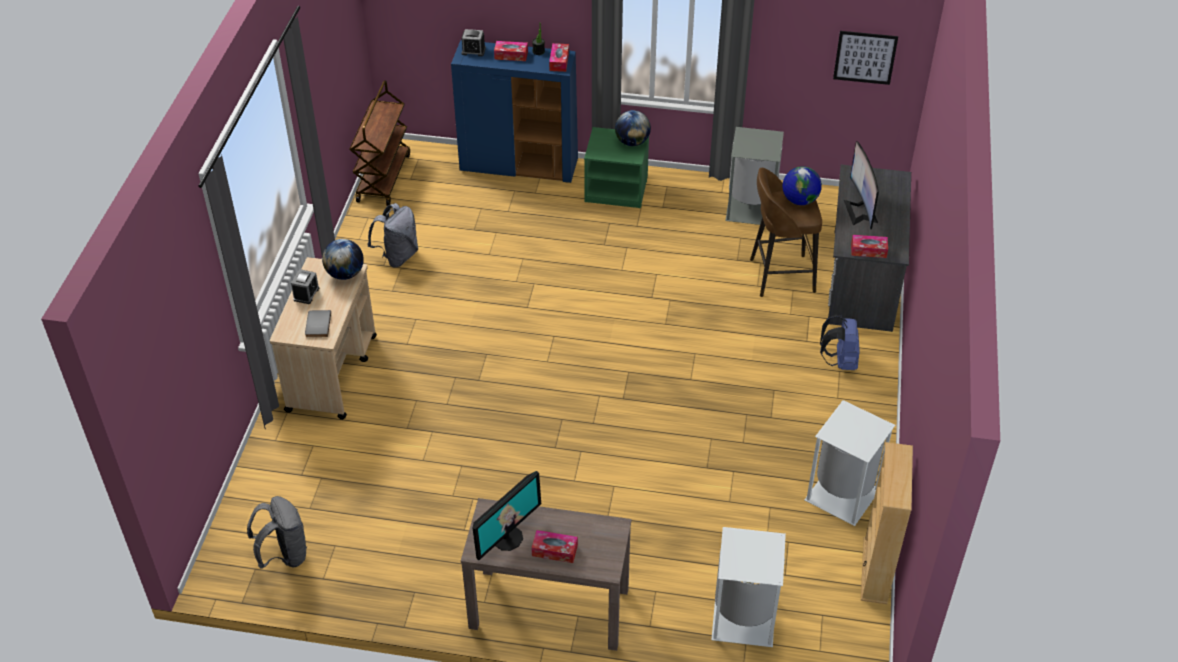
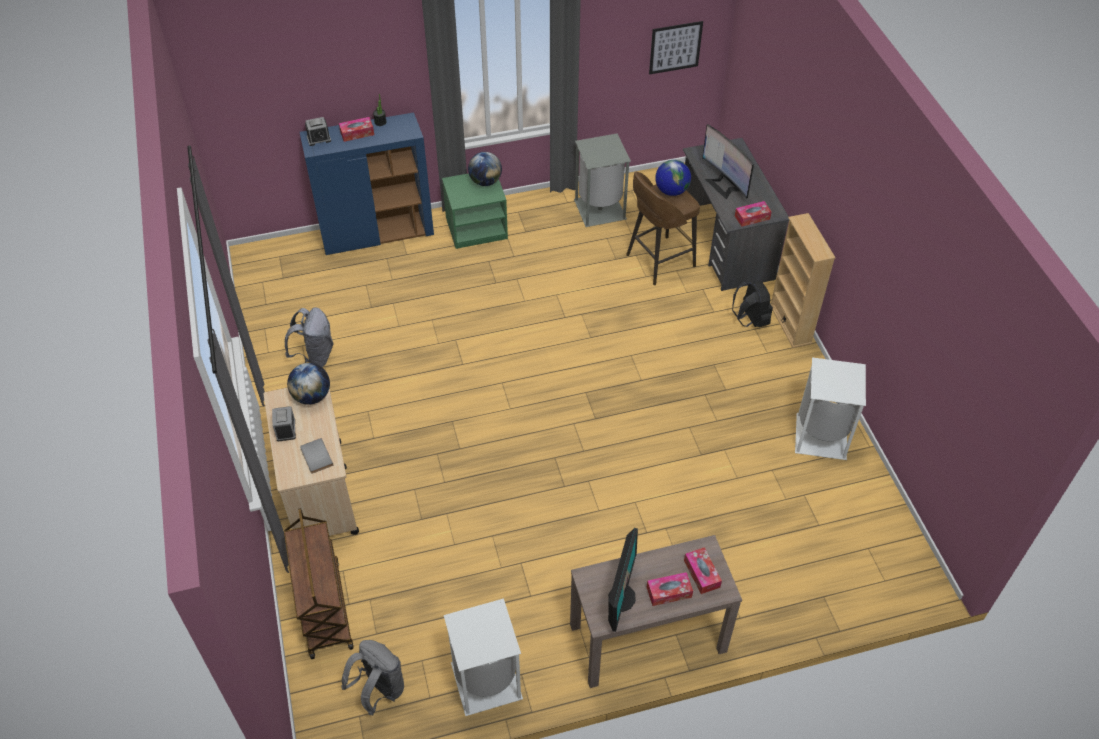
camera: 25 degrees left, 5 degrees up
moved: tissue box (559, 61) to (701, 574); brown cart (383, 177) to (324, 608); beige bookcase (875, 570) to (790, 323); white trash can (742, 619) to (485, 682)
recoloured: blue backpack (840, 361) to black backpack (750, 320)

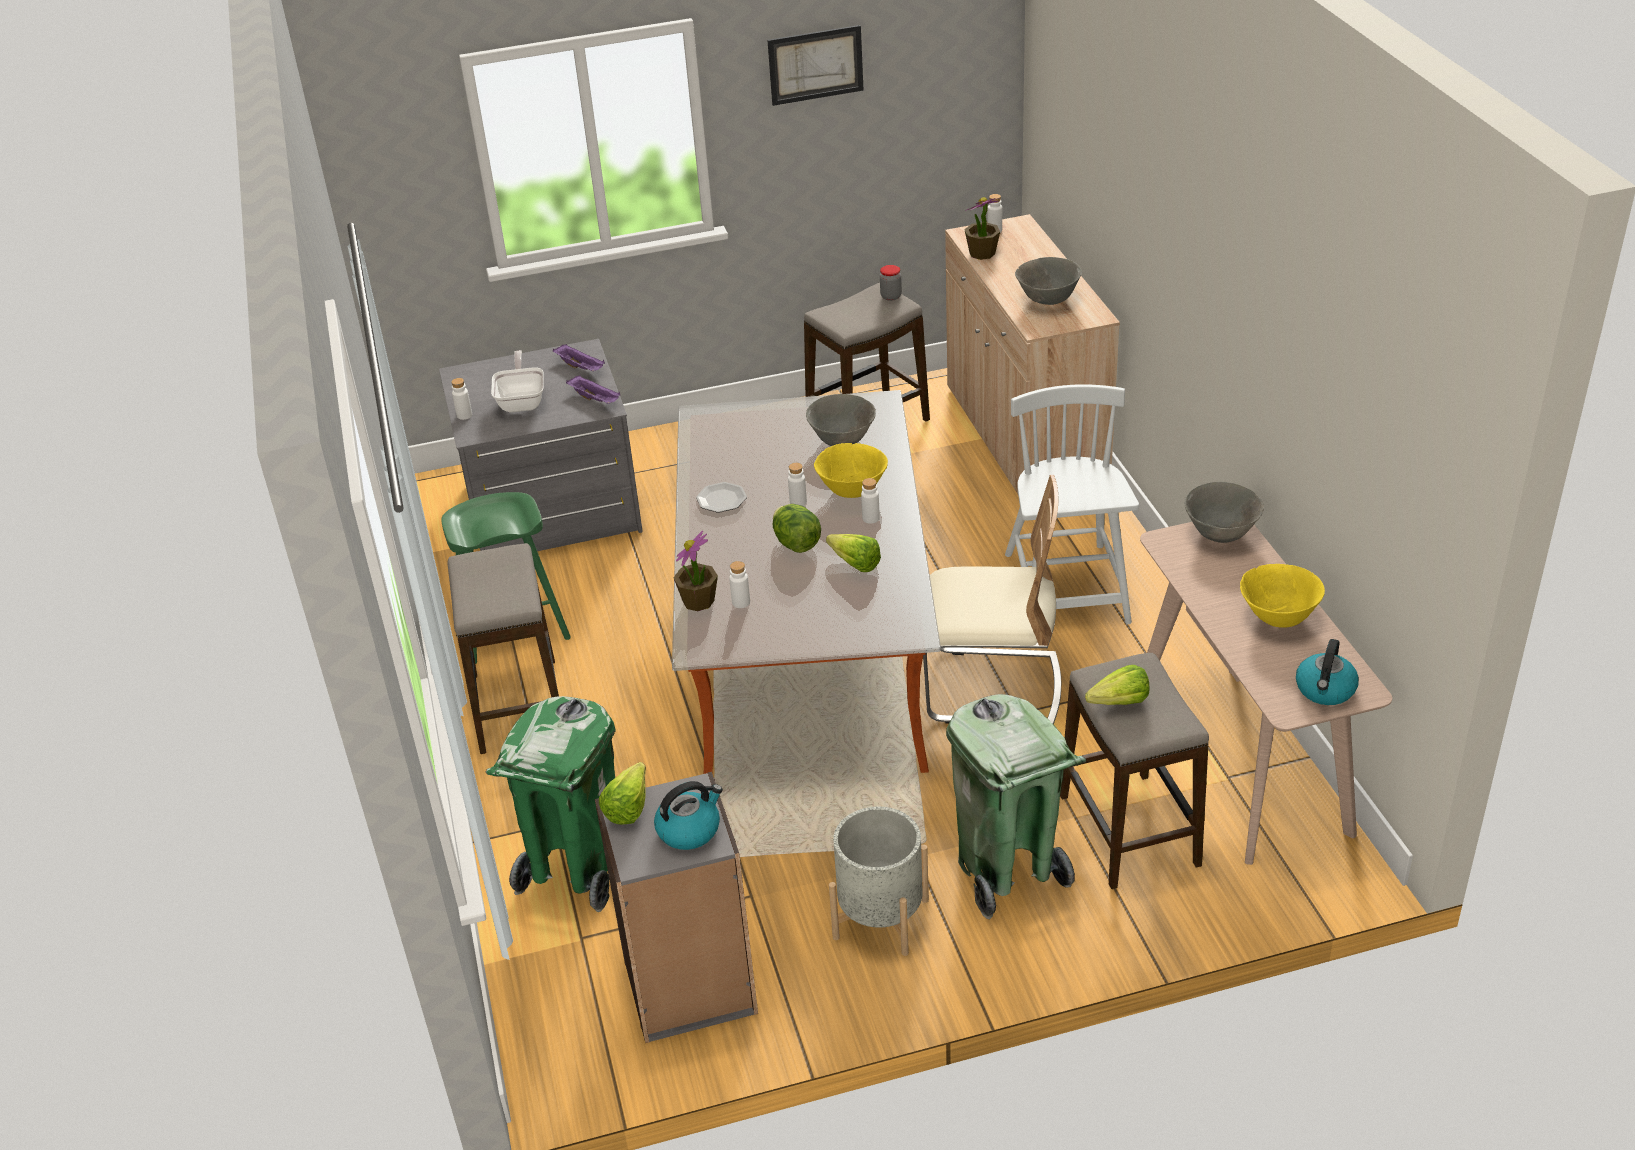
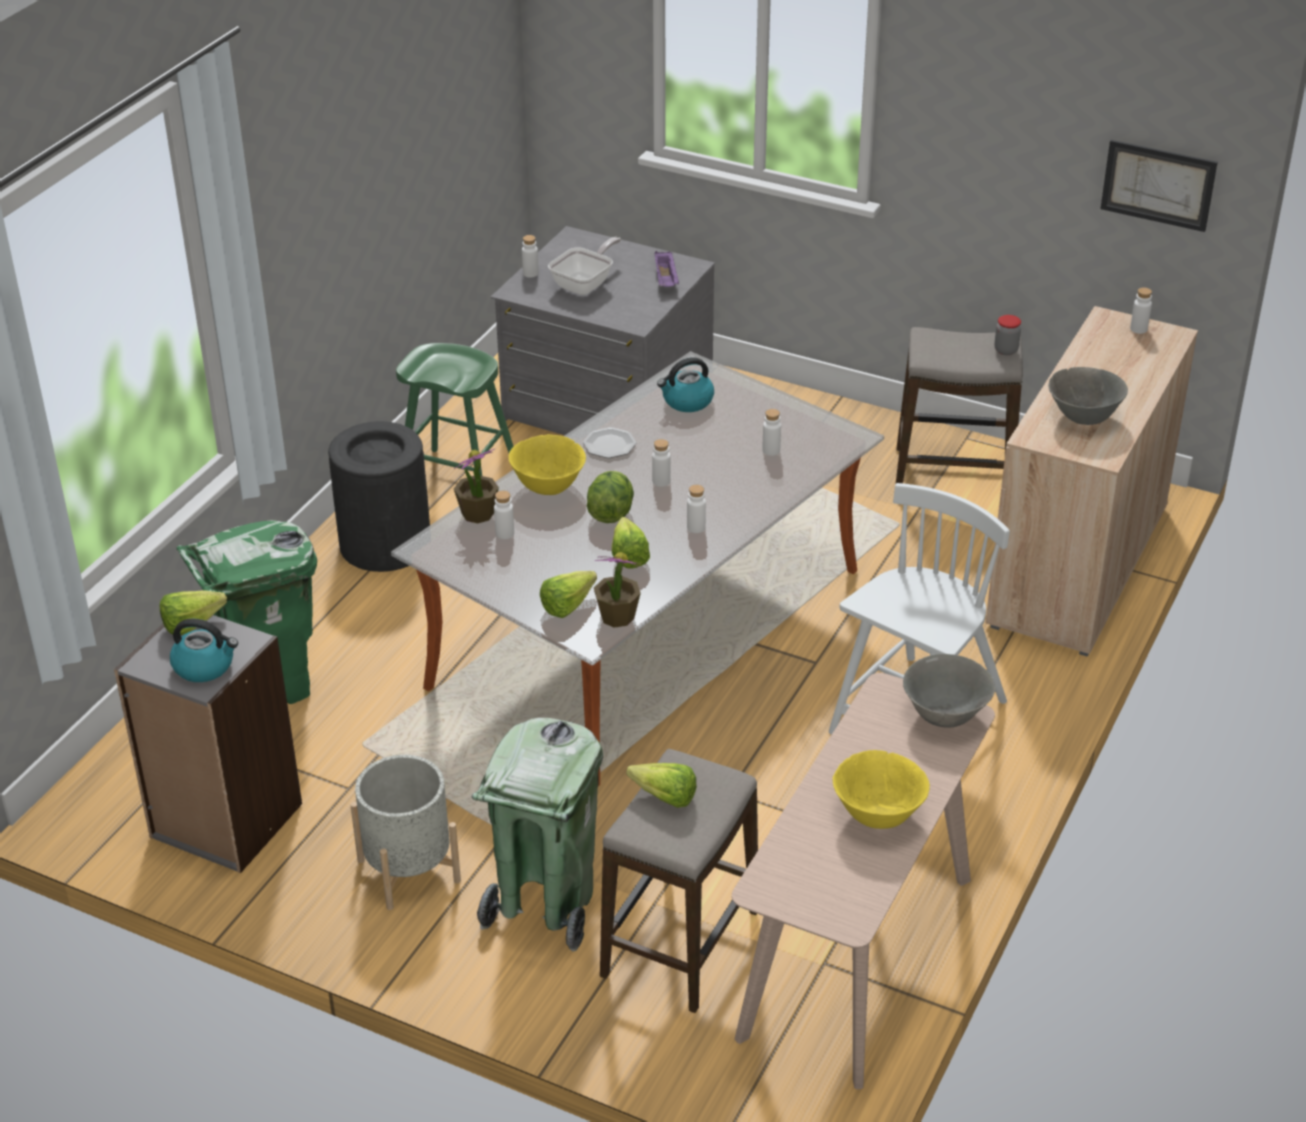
camera: 40 degrees right, 0 degrees up
removed: purple tray (595, 399); beige chair (992, 688)
added: lettuce (572, 604)
moved: picture (815, 64) to (1158, 185); potted plant (982, 253) to (617, 616); yellow bowl (852, 490) to (548, 486); kettle (1325, 690) to (687, 401)
replaced: grey bowl (842, 440) to white bottle (771, 450); stool (518, 706) to black trash can (385, 543)

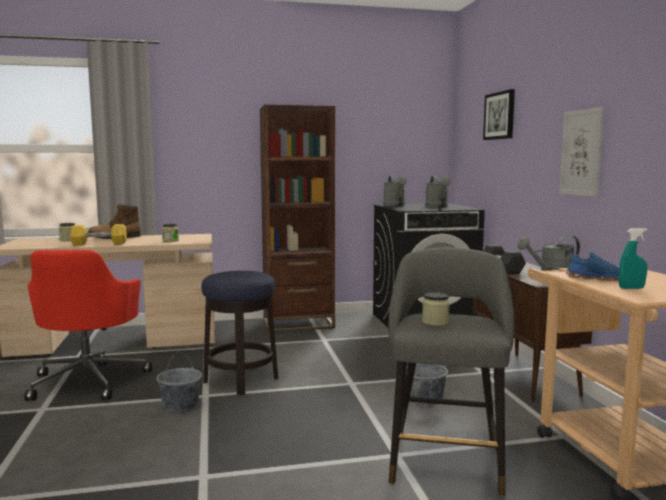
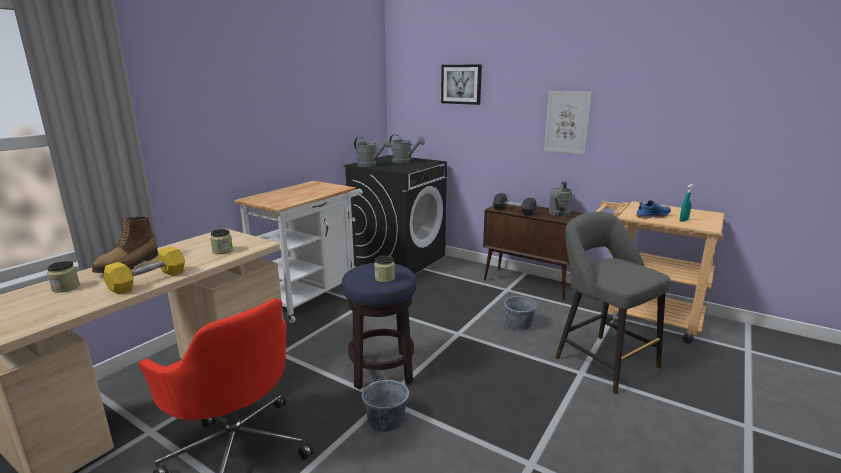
camera: 45 degrees left, 10 degrees up
moved: jar (435, 322) to (384, 278)
replaced: brown bookcase (298, 324) to white cart (311, 295)

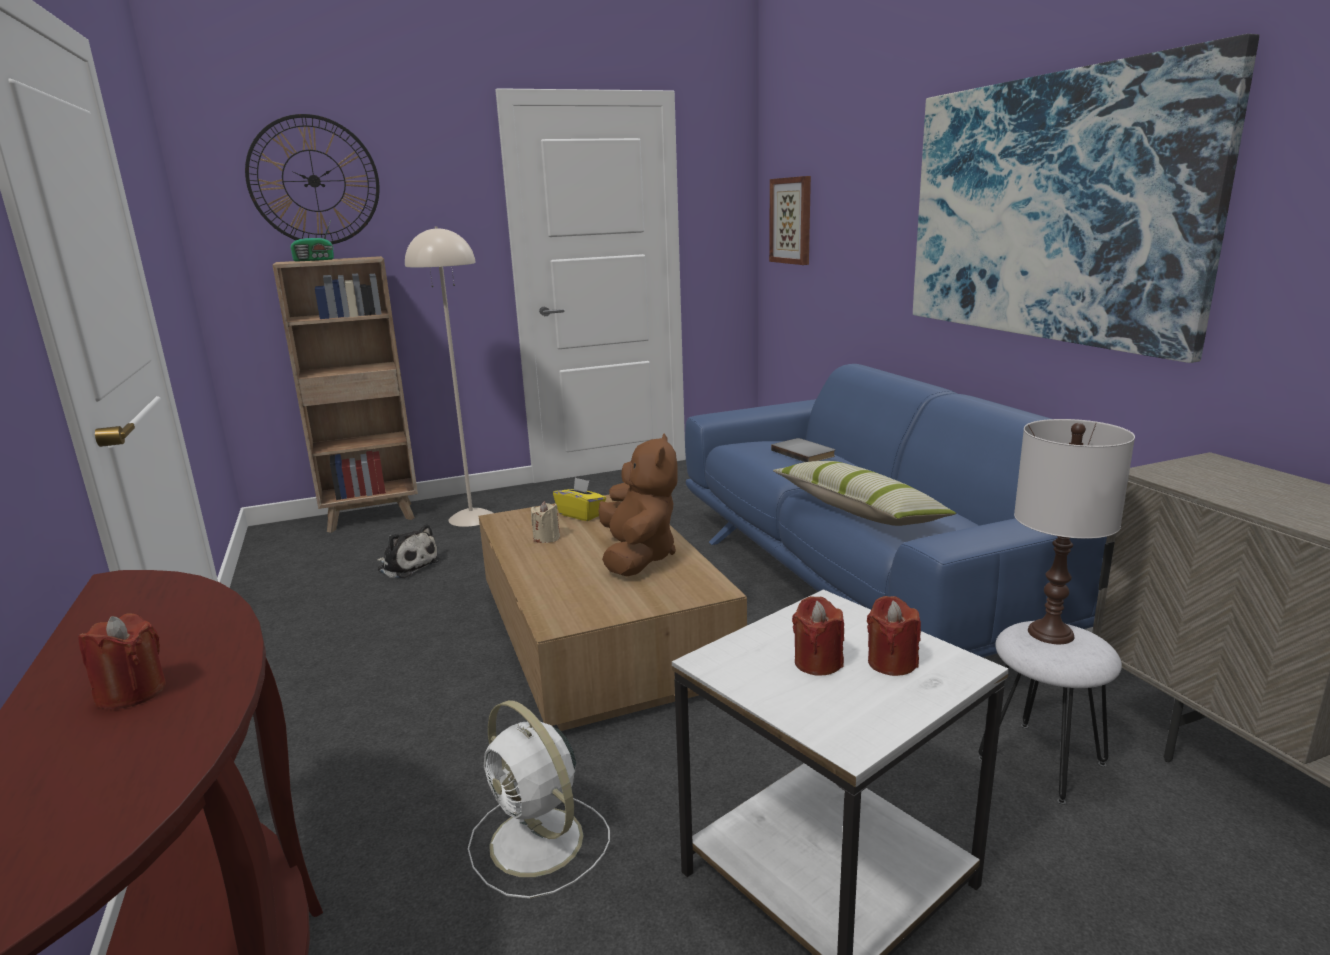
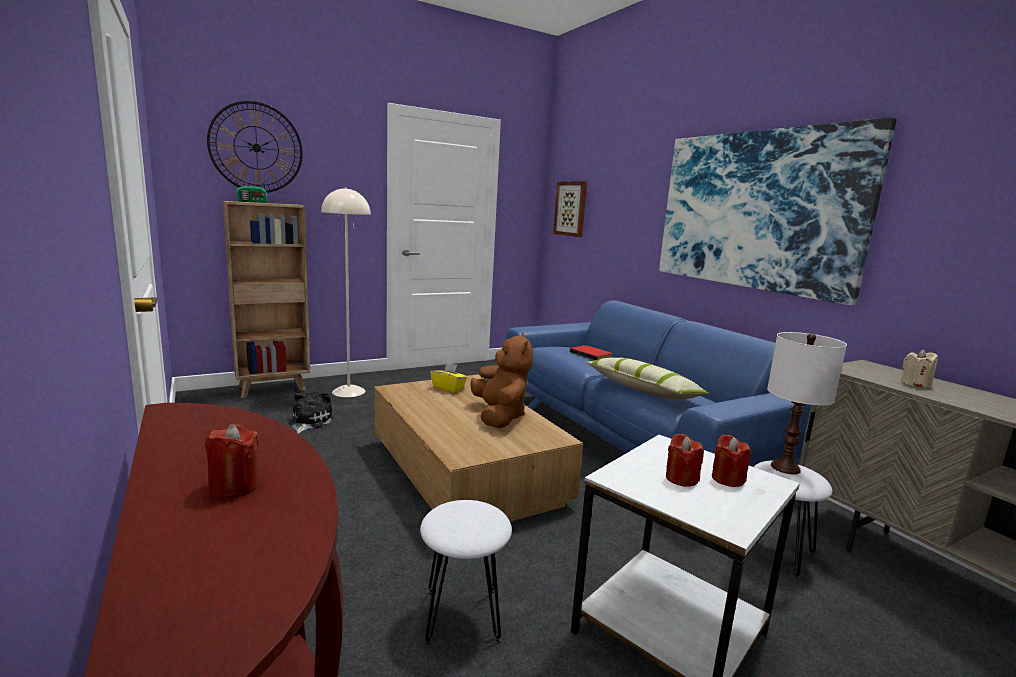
camera: 10 degrees left, 5 degrees down
moved: beige candle (546, 538) to (915, 384)
replaced: white fan (539, 843) to white stool (463, 615)
recoloured: grey book (804, 453) to red book (591, 354)
turned: plush toy (407, 565) = (309, 422) 105 degrees counterclockwise

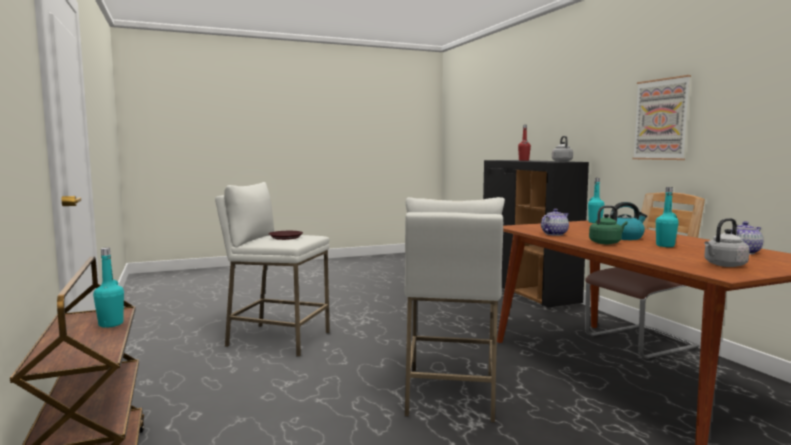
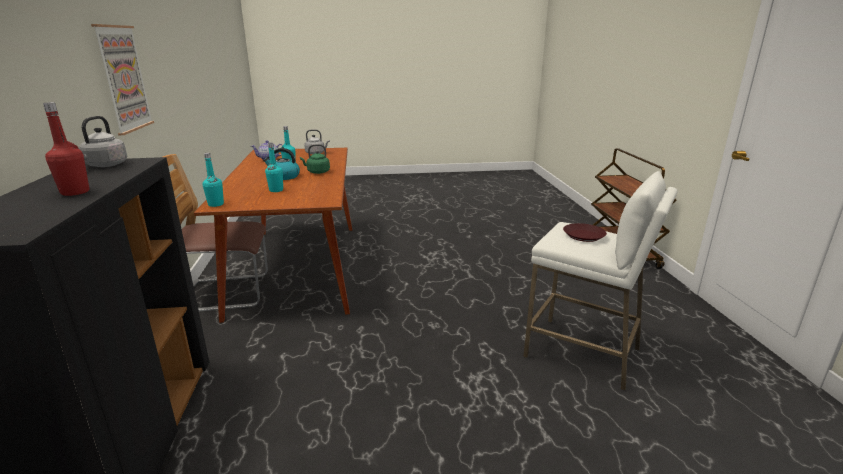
camera: 165 degrees left, 15 degrees up
removed: white stool (450, 394); teapot (554, 234)
moved: turquoise bottle (111, 324) to (276, 190)

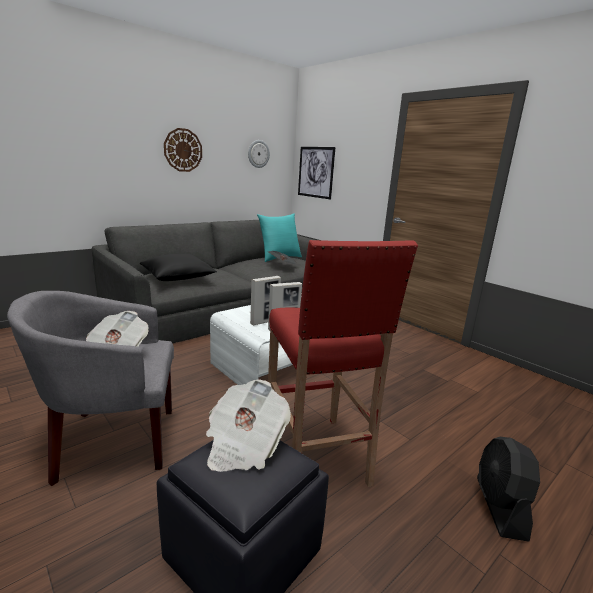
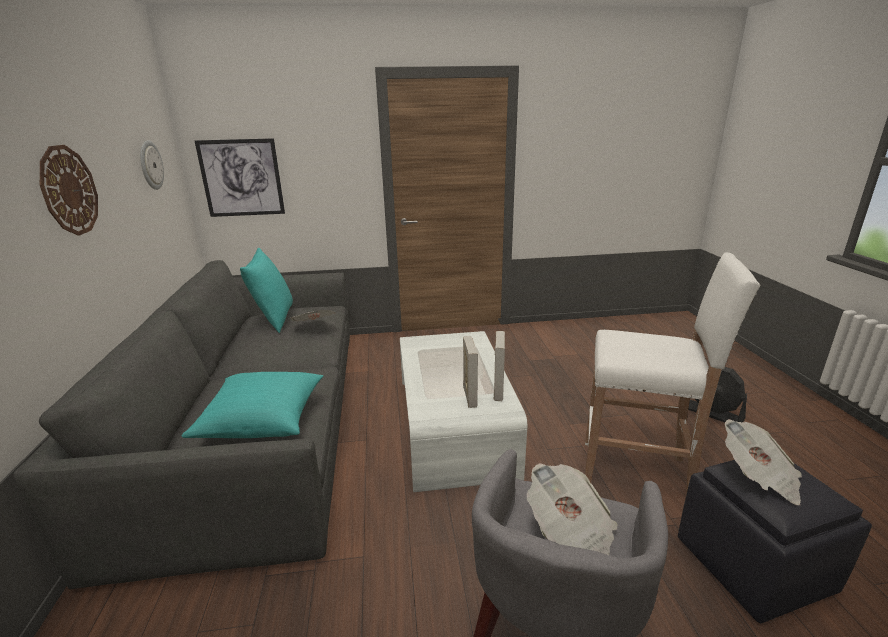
camera: 55 degrees left, 5 degrees up
recoloured: red stool (316, 457) to white stool (637, 474); black pillow (178, 278) to turquoise pillow (262, 419)

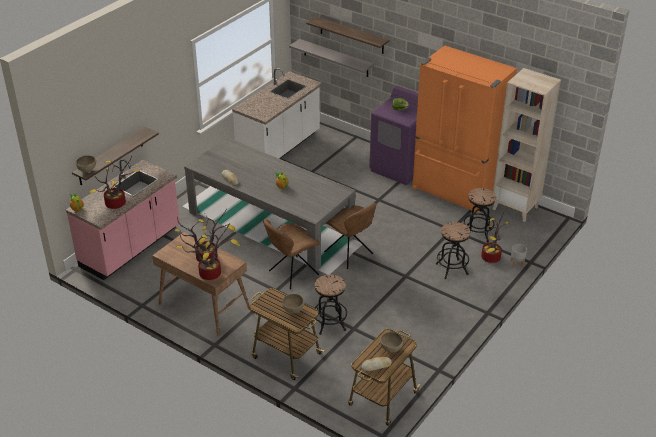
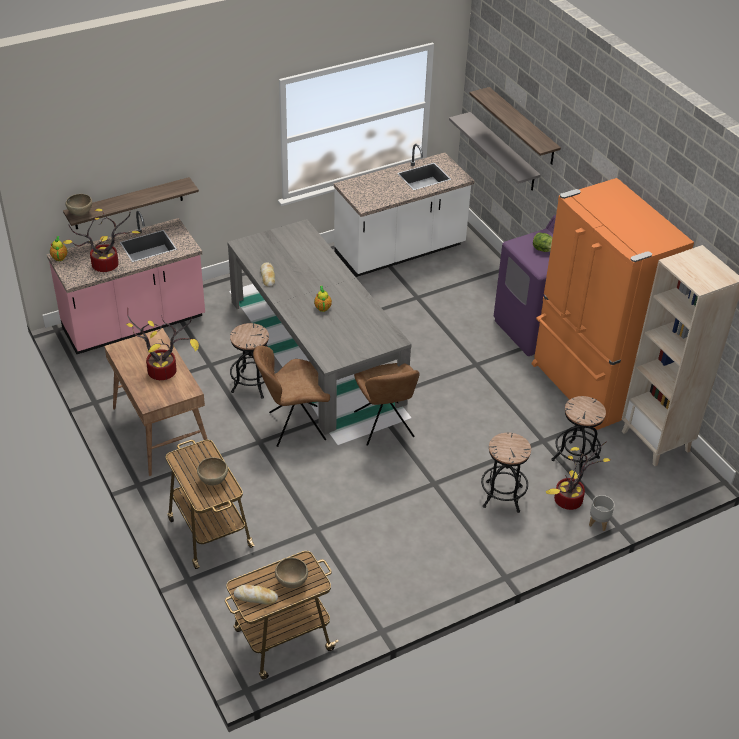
camera: 25 degrees right, 5 degrees up
removed: potted plant (211, 272)
moved: black stool (330, 323) to (252, 384)

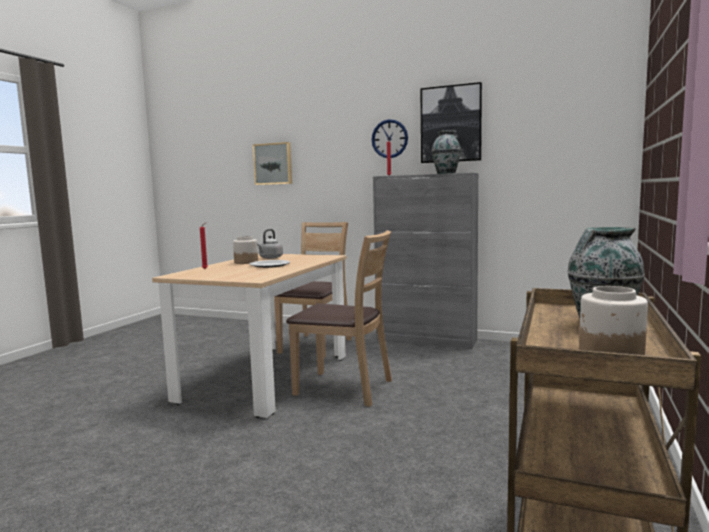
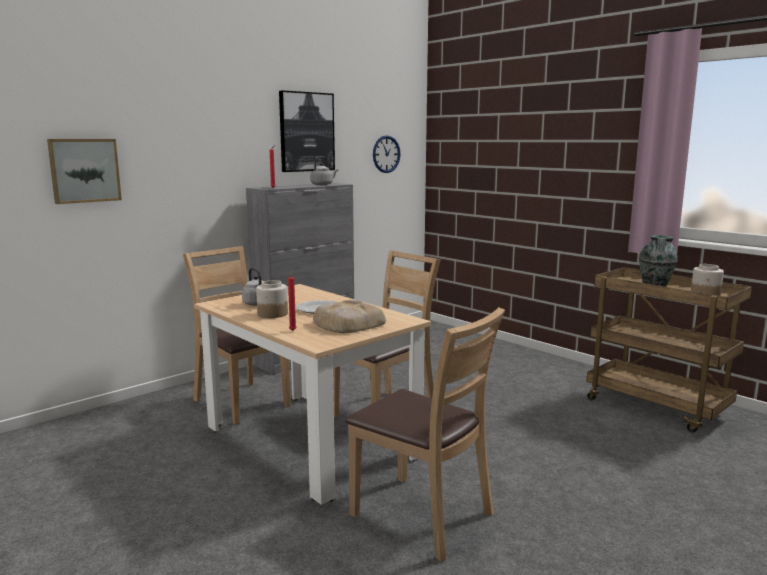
camera: 65 degrees left, 5 degrees up
added: bread (347, 324); brown chair (422, 515)
moved: wall clock (389, 138) to (386, 154)
replaced: vase (446, 173) to grey kettle (323, 184)

